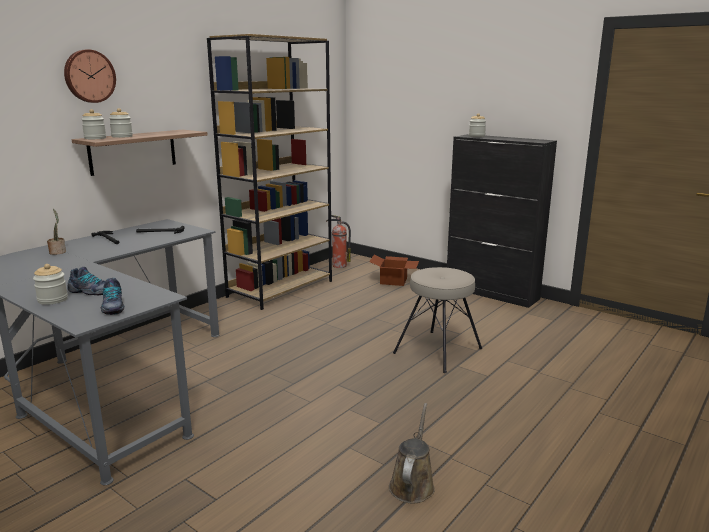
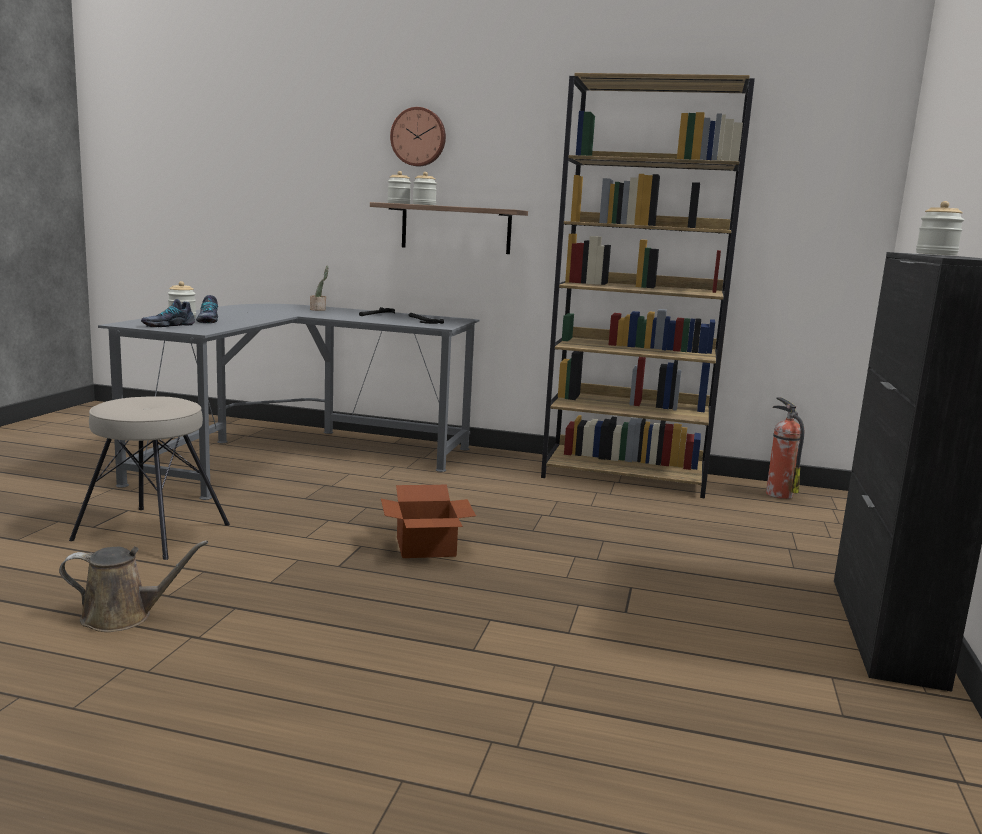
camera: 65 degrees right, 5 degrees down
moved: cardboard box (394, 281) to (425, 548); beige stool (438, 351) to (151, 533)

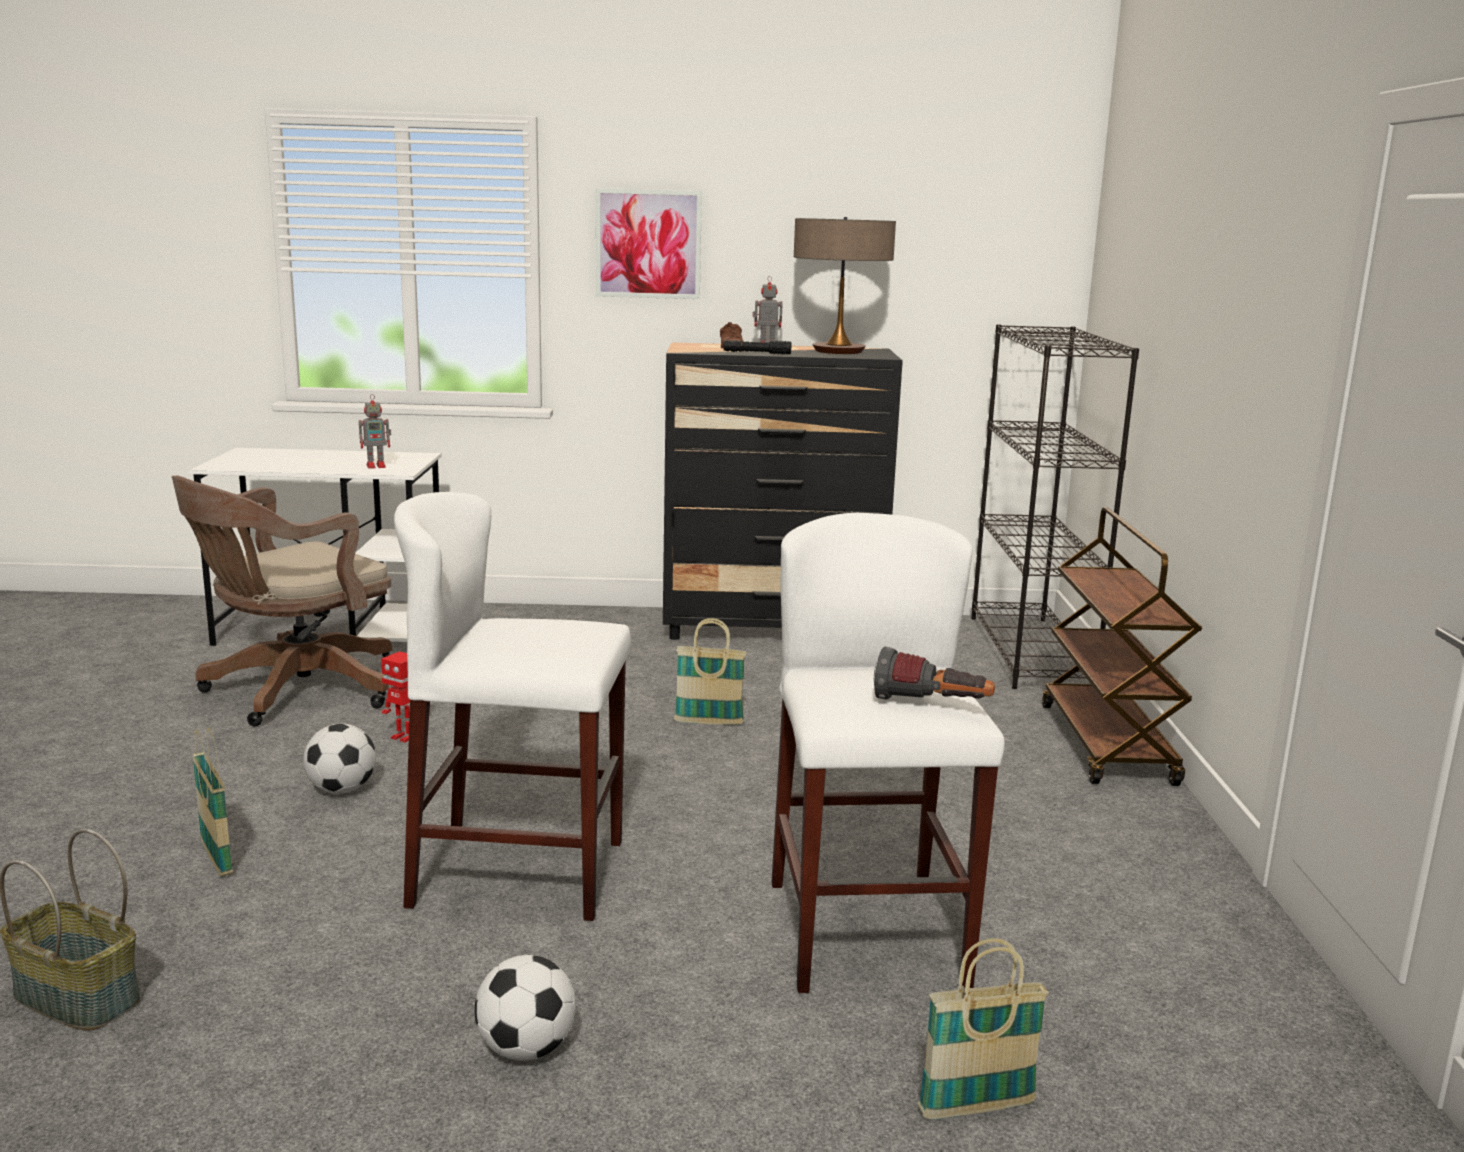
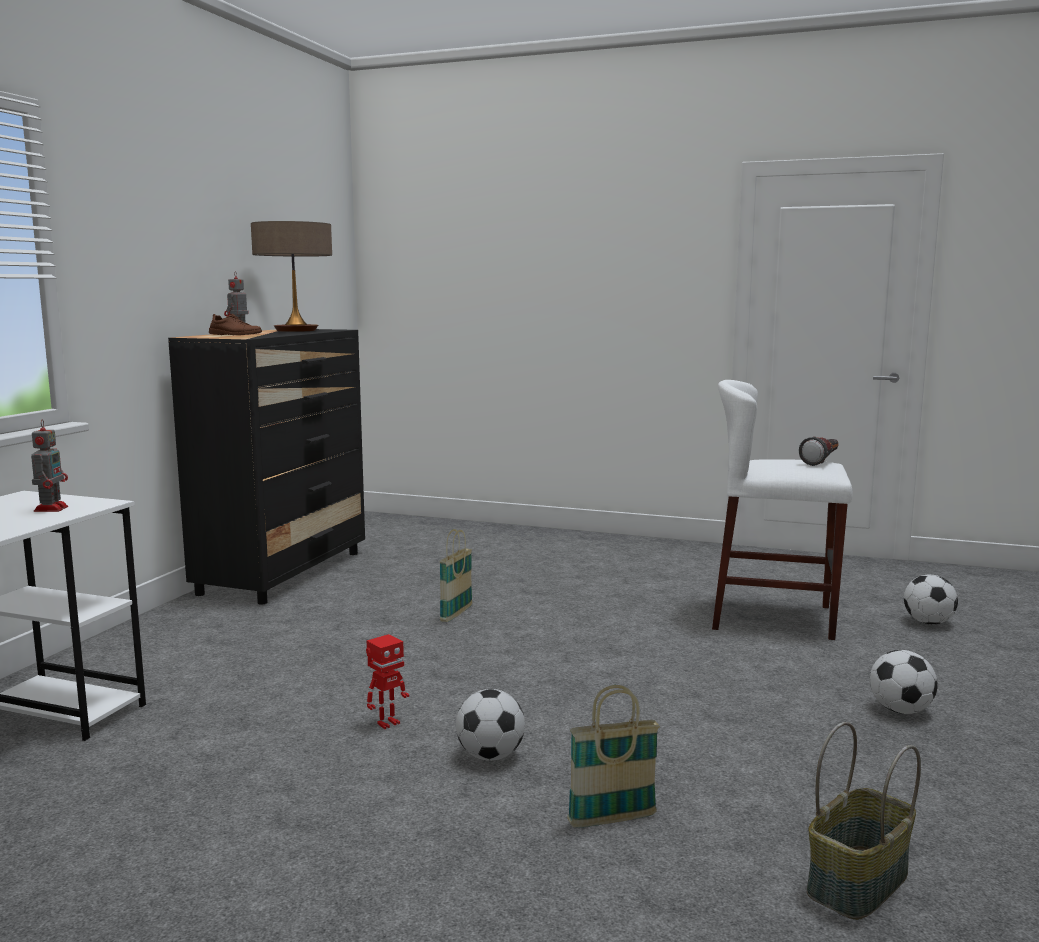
camera: 70 degrees left, 5 degrees down
removed: picture (648, 244); black bookcase (1031, 652); black flashlight (756, 353); brown office chair (294, 692); white stool (519, 873); brown cart (1107, 745)
replaced: basket (976, 1108) to football (928, 622)

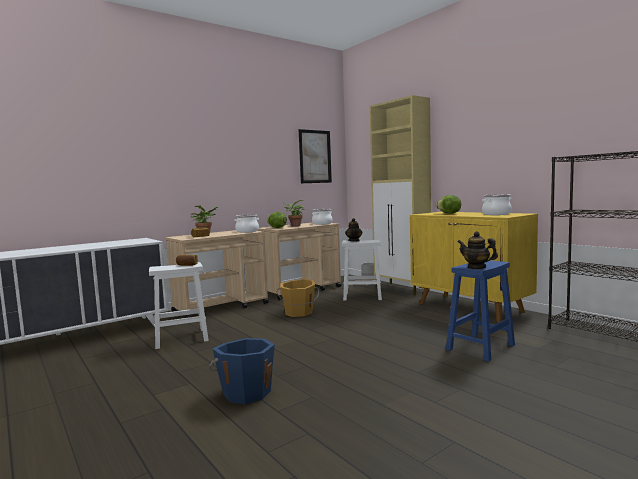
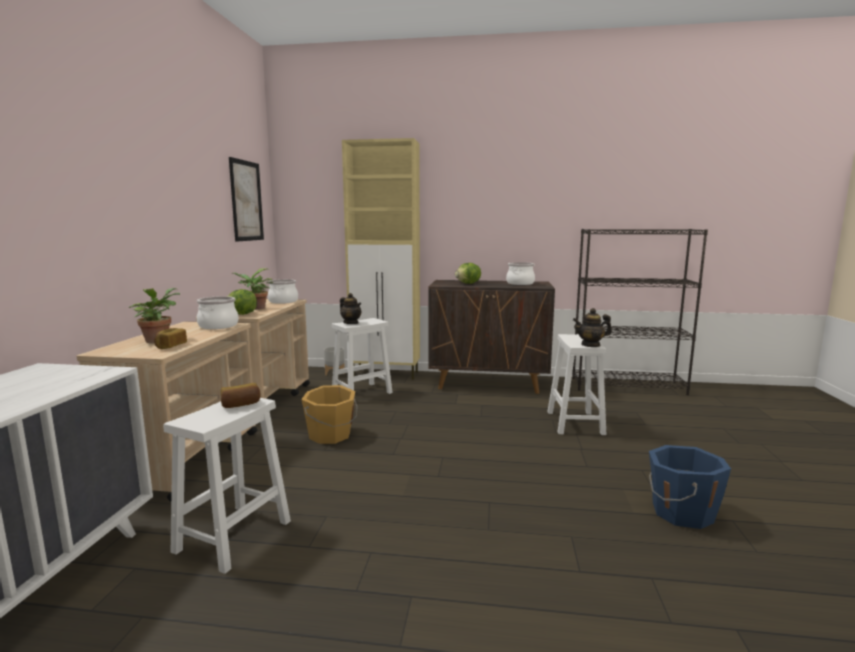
camera: 45 degrees left, 5 degrees up
moved: blue bucket (246, 392) to (680, 512)
recoloured: yellow cabinet (470, 308) to brown cabinet (489, 383); blue stool (480, 347) to white stool (575, 423)

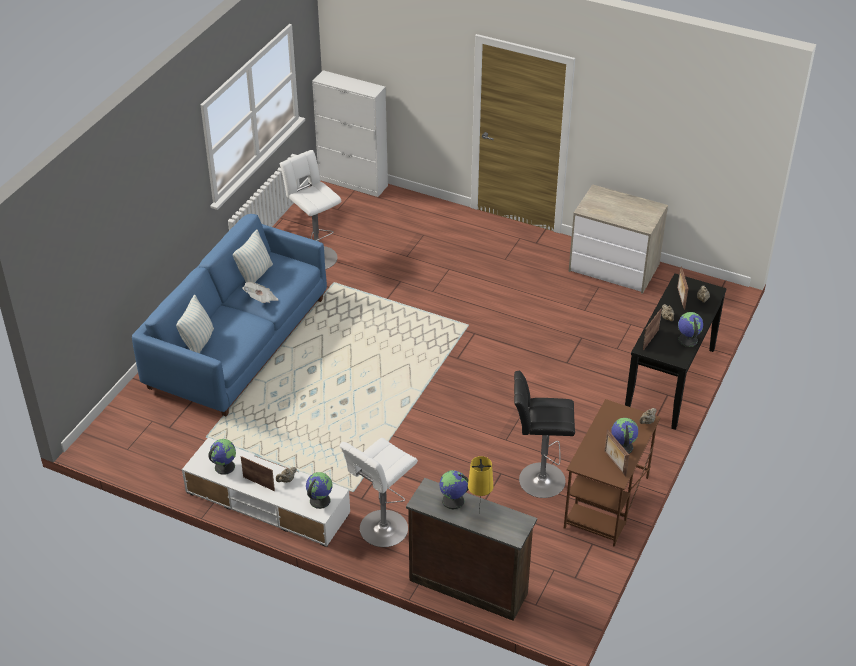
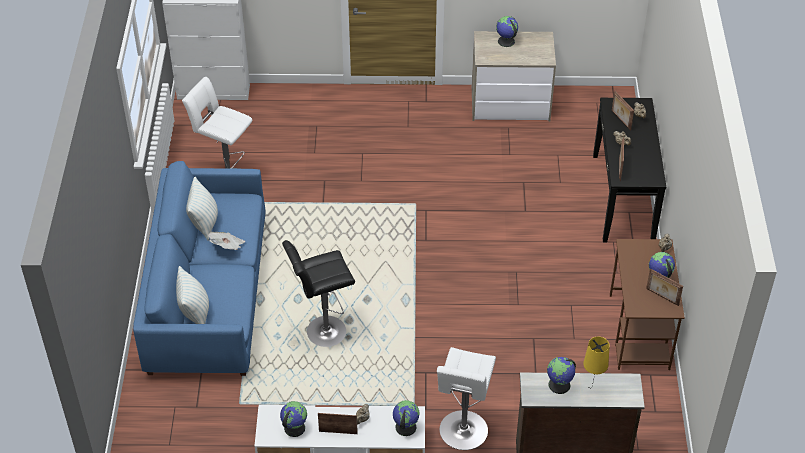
camera: 25 degrees left, 5 degrees up
moved: globe (687, 340) to (506, 41); black stool (538, 480) to (323, 332)

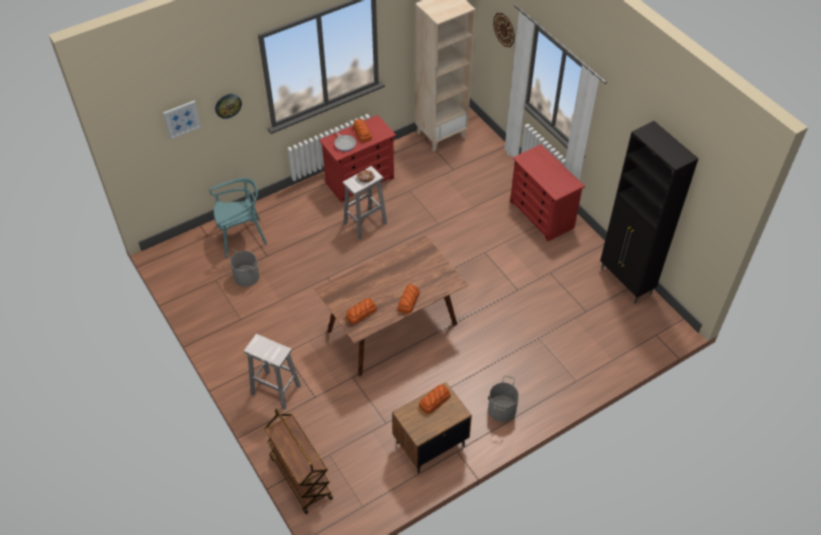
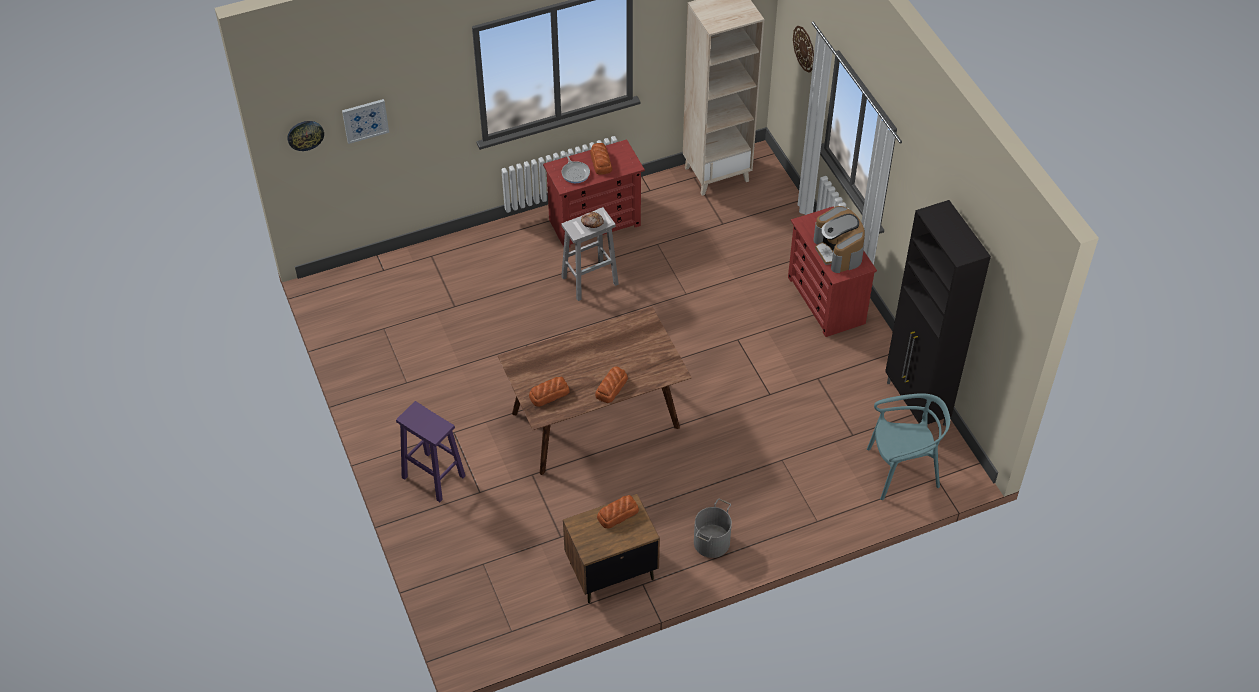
camera: 10 degrees right, 0 degrees up
removed: grey bucket (246, 277); brown cart (300, 477)
added: coffee machine (838, 251)
moved: wall clock (228, 105) to (305, 135); turquoise chair (241, 237) to (902, 471)
recoloured: white stool (275, 390) to purple stool (432, 476)

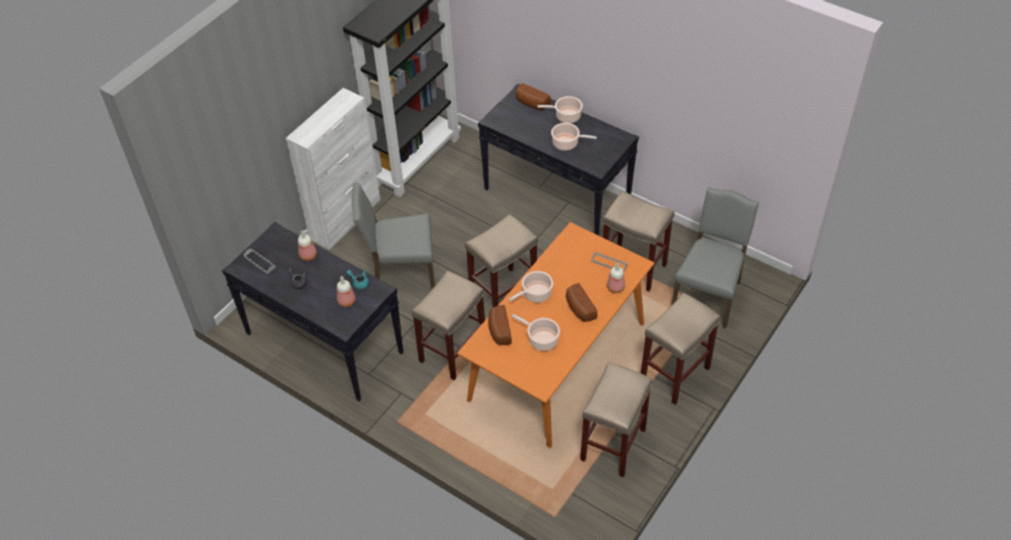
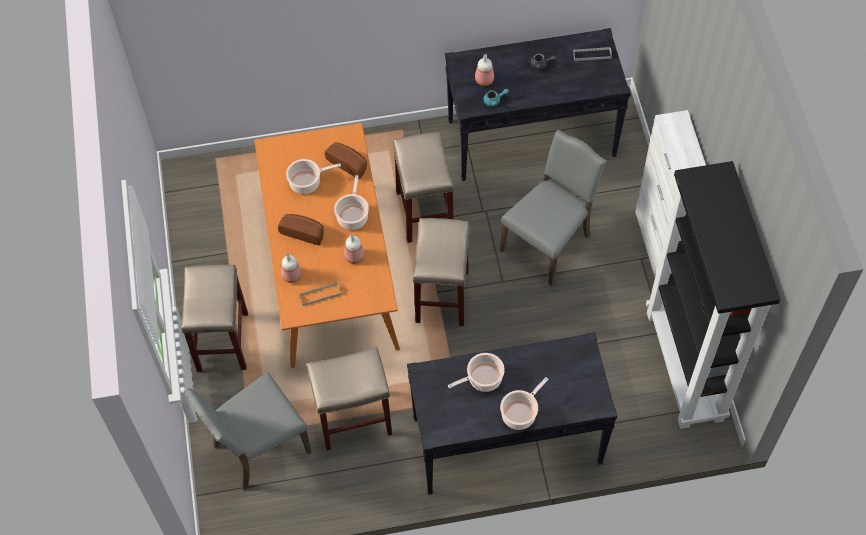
camera: 135 degrees right, 10 degrees up
removed: bread (531, 104); beige stool (613, 445)
moved: bottle (308, 255) to (354, 257)
turned: grey chair (708, 295) = (258, 448) 75 degrees clockwise

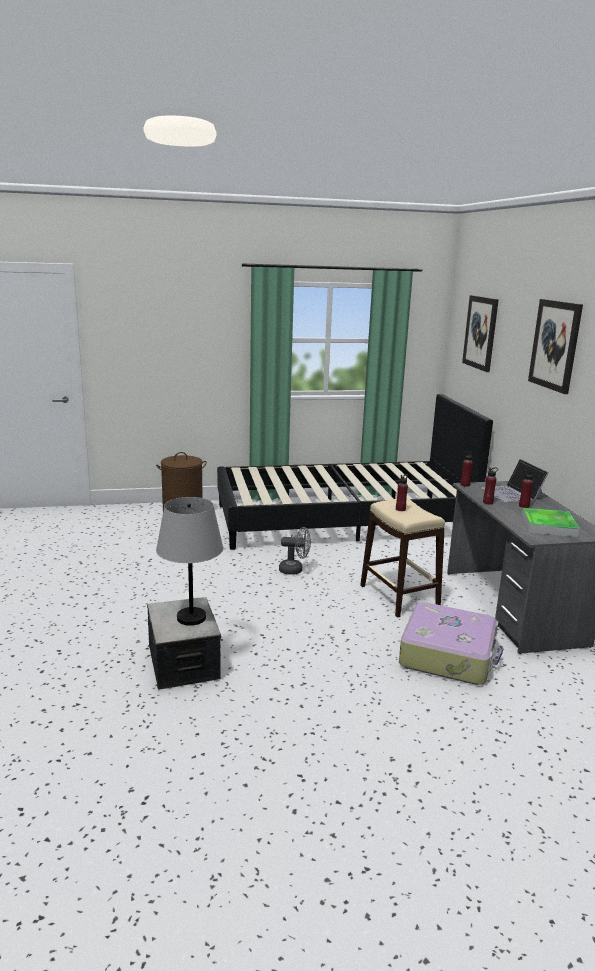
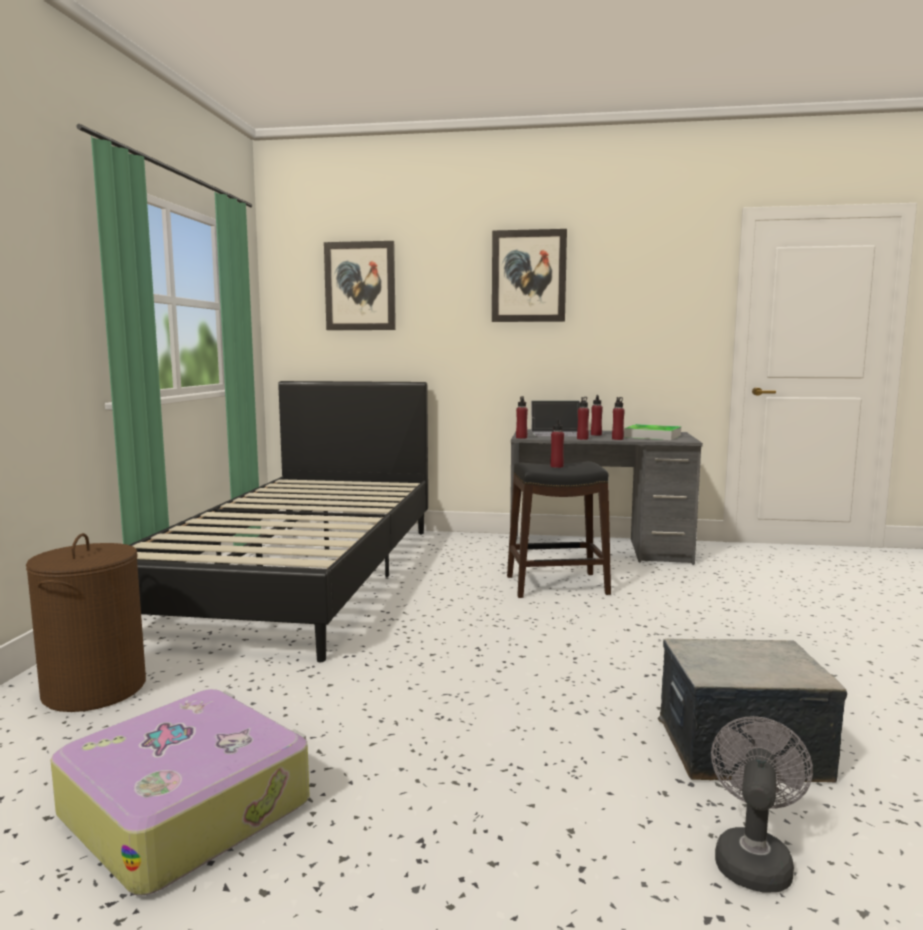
camera: 70 degrees left, 10 degrees down
removed: grey table lamp (191, 617)
added: red bottle (617, 439)
moved: grey fan (295, 570) to (753, 858); suitcase (448, 655) to (187, 807)
recoloured: beige stool (399, 596) to black stool (557, 585)

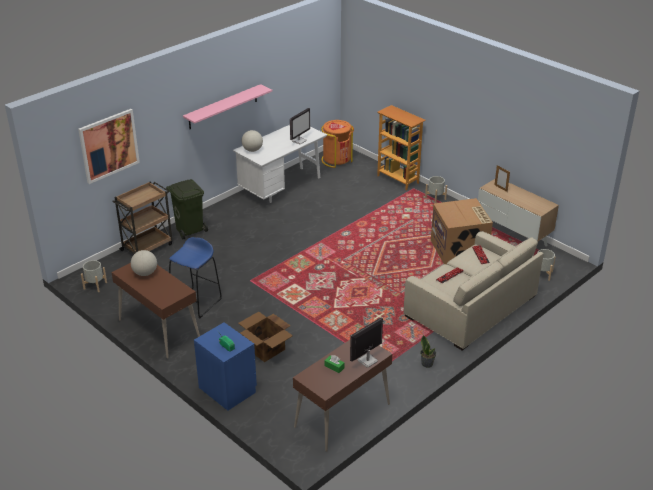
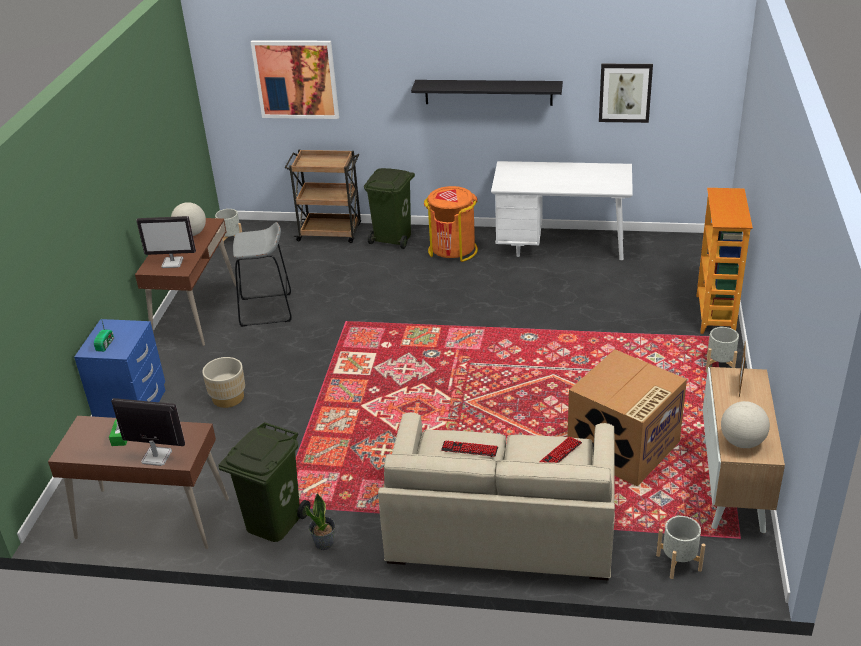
camera: 55 degrees right, 0 degrees up
added: picture (625, 92); green trash can (272, 521)
moved: monitor (299, 140) to (173, 262); orange trash can (336, 160) to (453, 250); globe (252, 150) to (742, 442)
replaced: cardboard box (266, 349) to beige planter (228, 398)
recoloured: pink shelf (223, 107) to black shelf (488, 92); blue stool (196, 302) to grey stool (266, 310)

